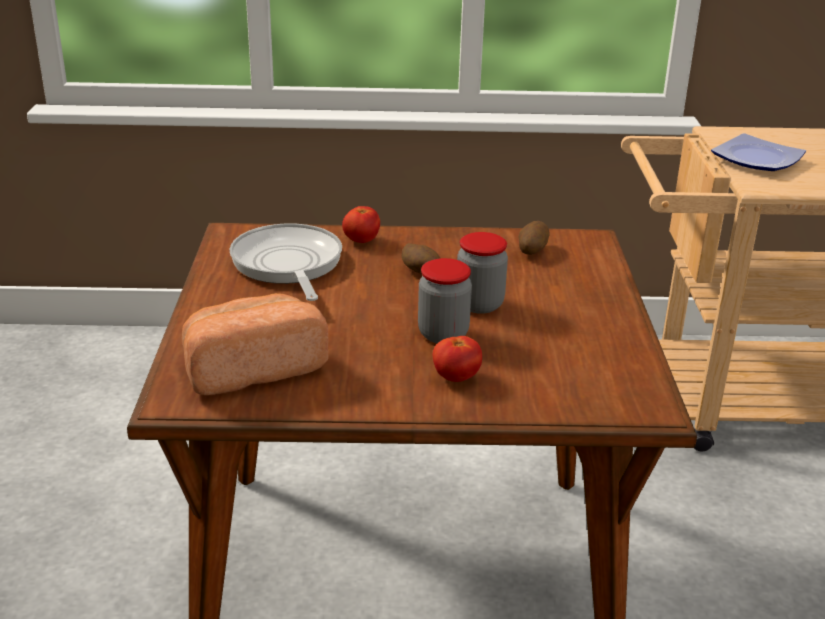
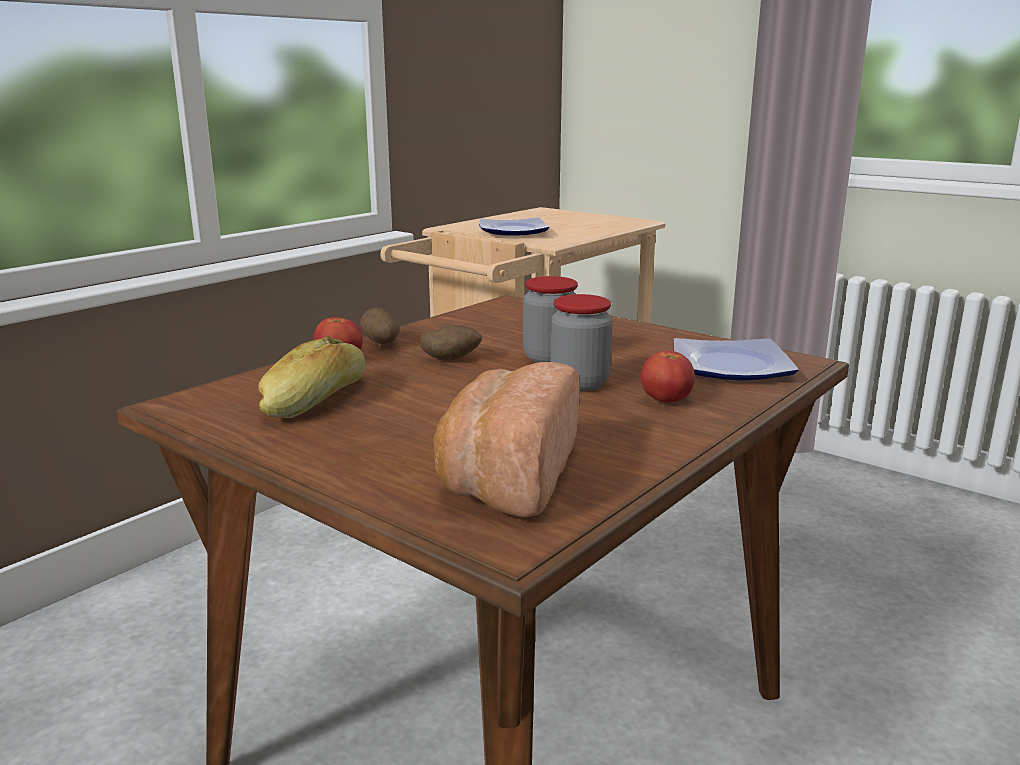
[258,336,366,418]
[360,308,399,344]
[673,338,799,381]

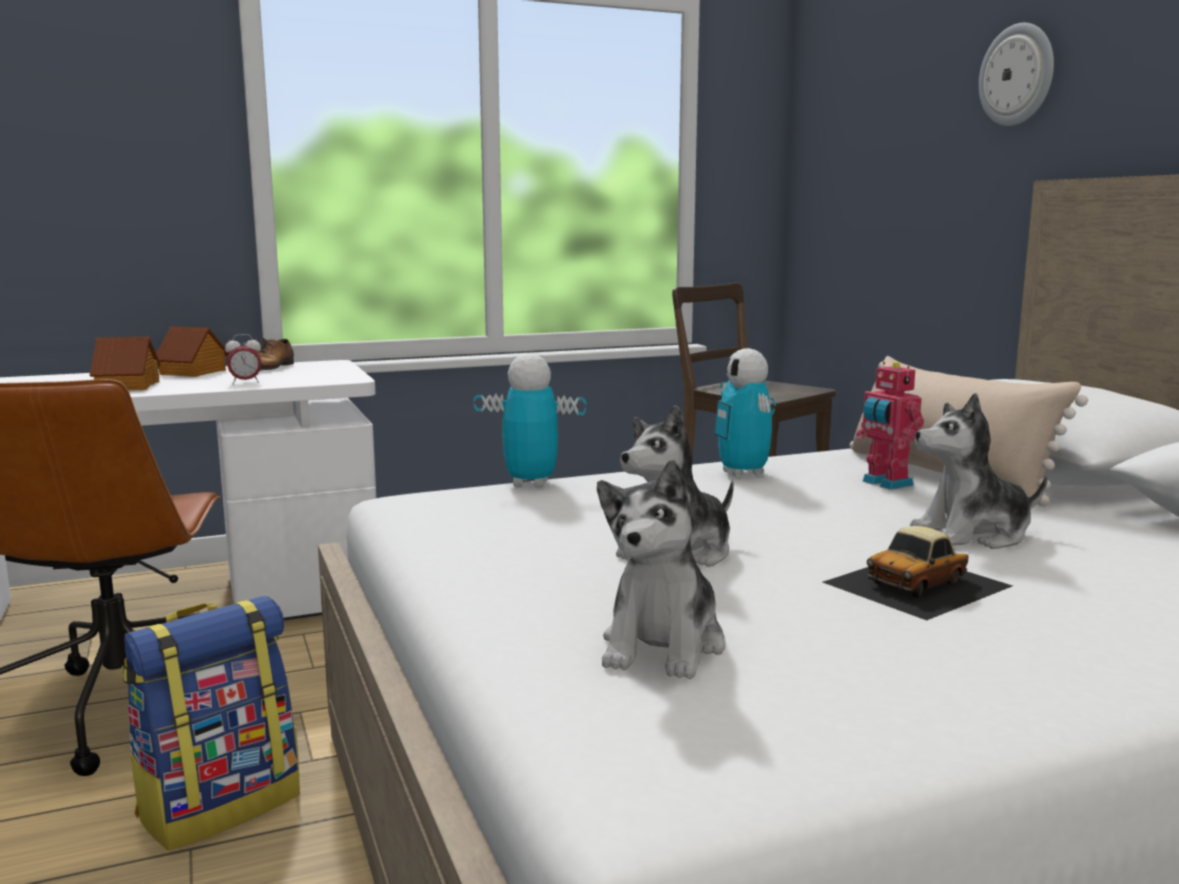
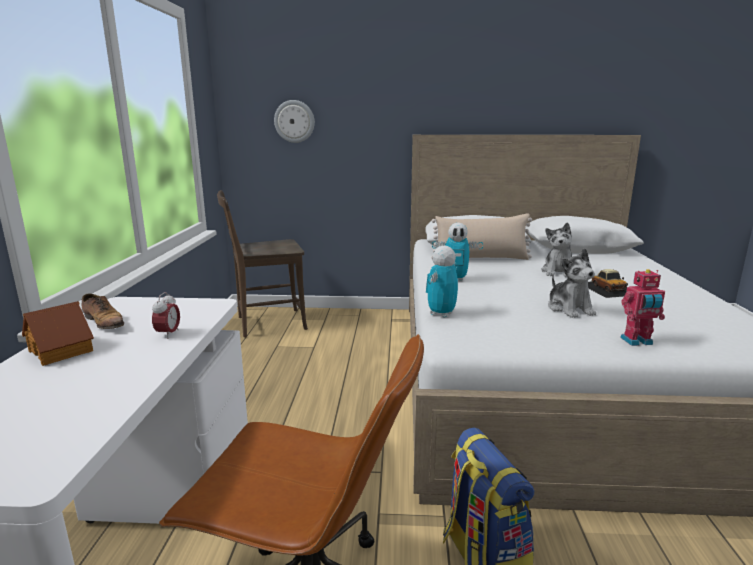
[90,337,161,390] (first image)
[597,460,726,679] (first image)
[620,269,665,346]
[274,100,315,143]

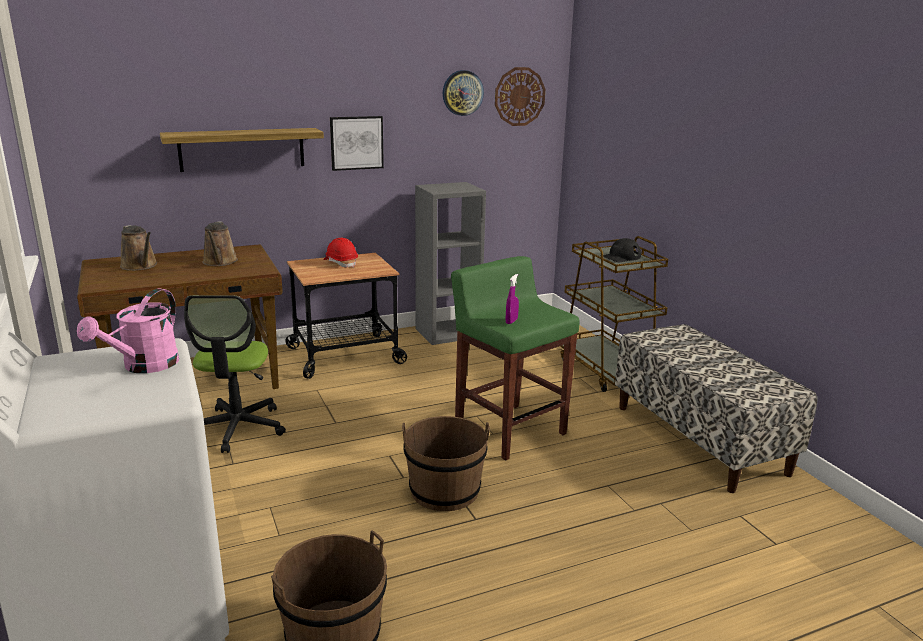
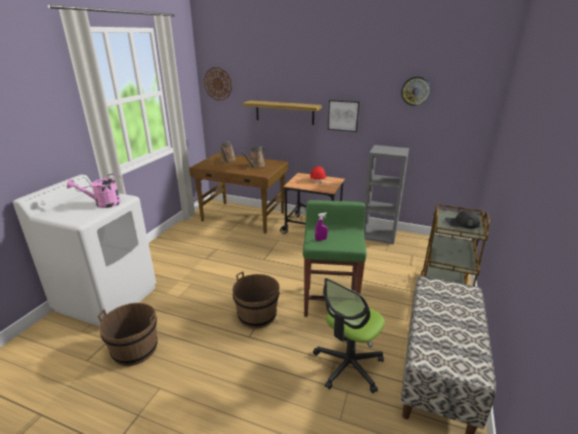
[313,278,385,393]
[204,67,232,101]

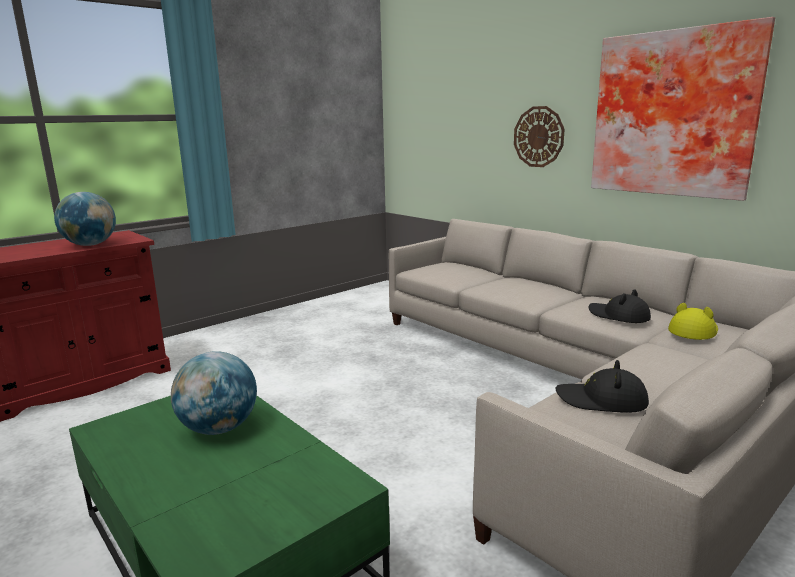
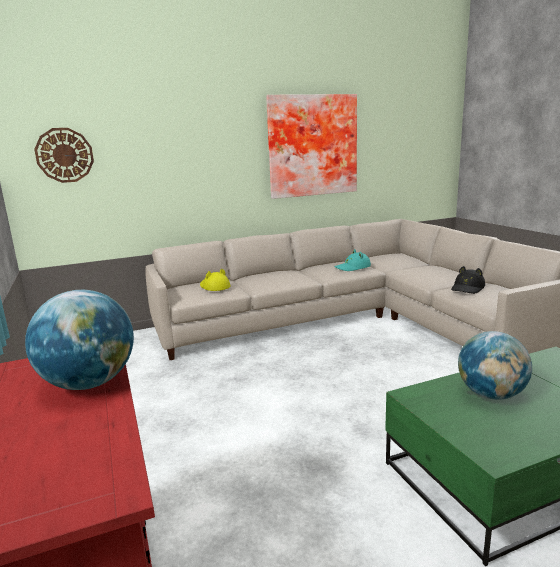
[34,128,94,183]
[335,249,371,271]
[200,269,230,291]

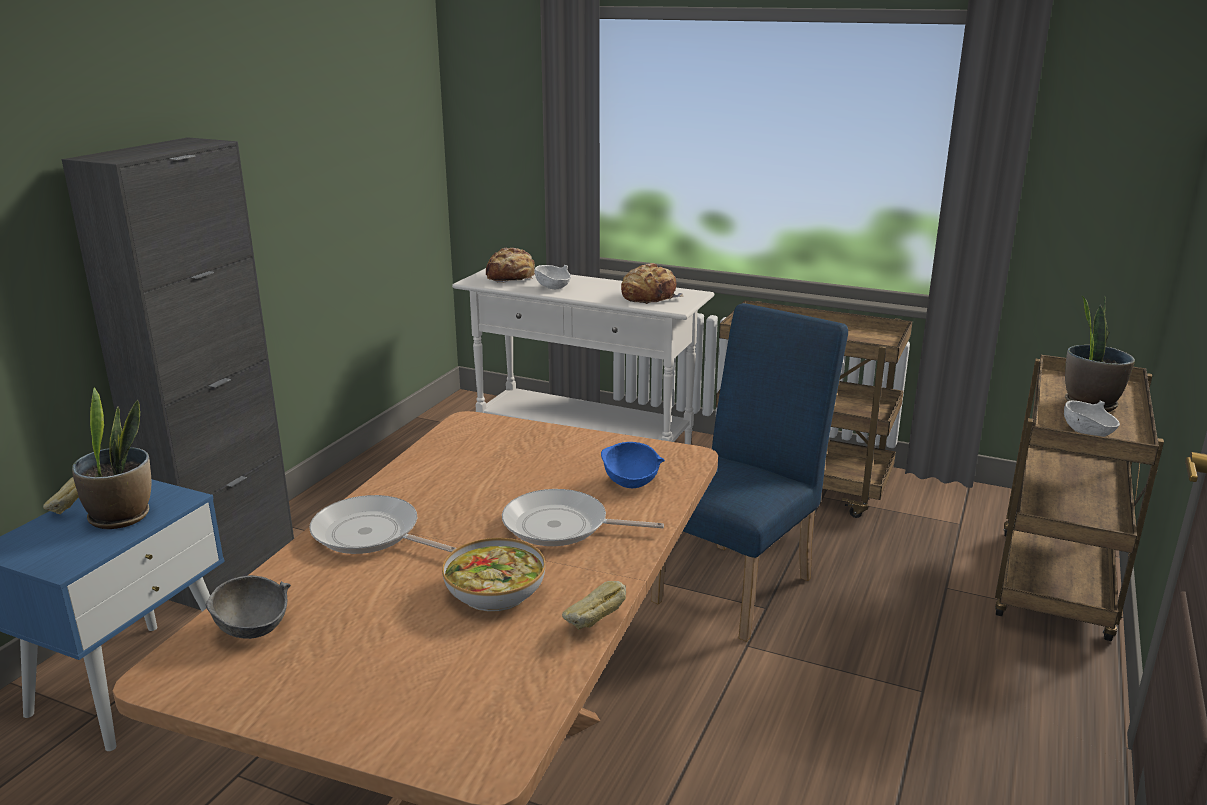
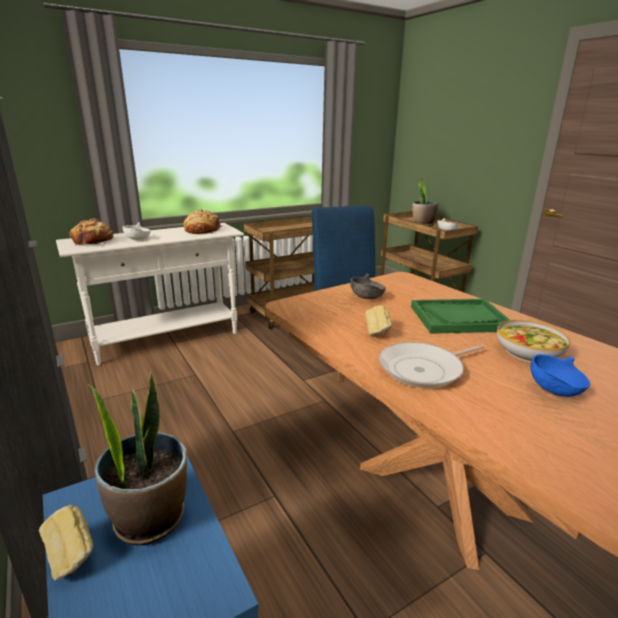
[350,274,386,299]
[411,299,510,334]
[365,305,392,338]
[531,354,590,397]

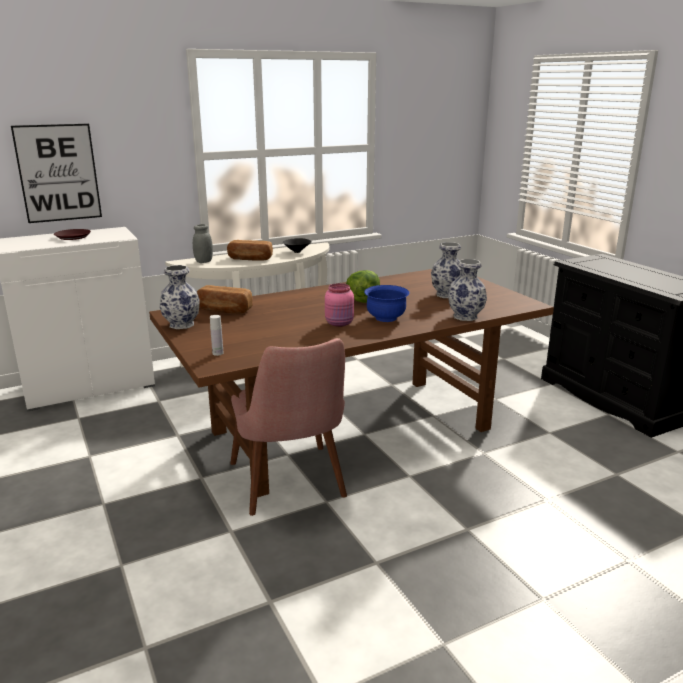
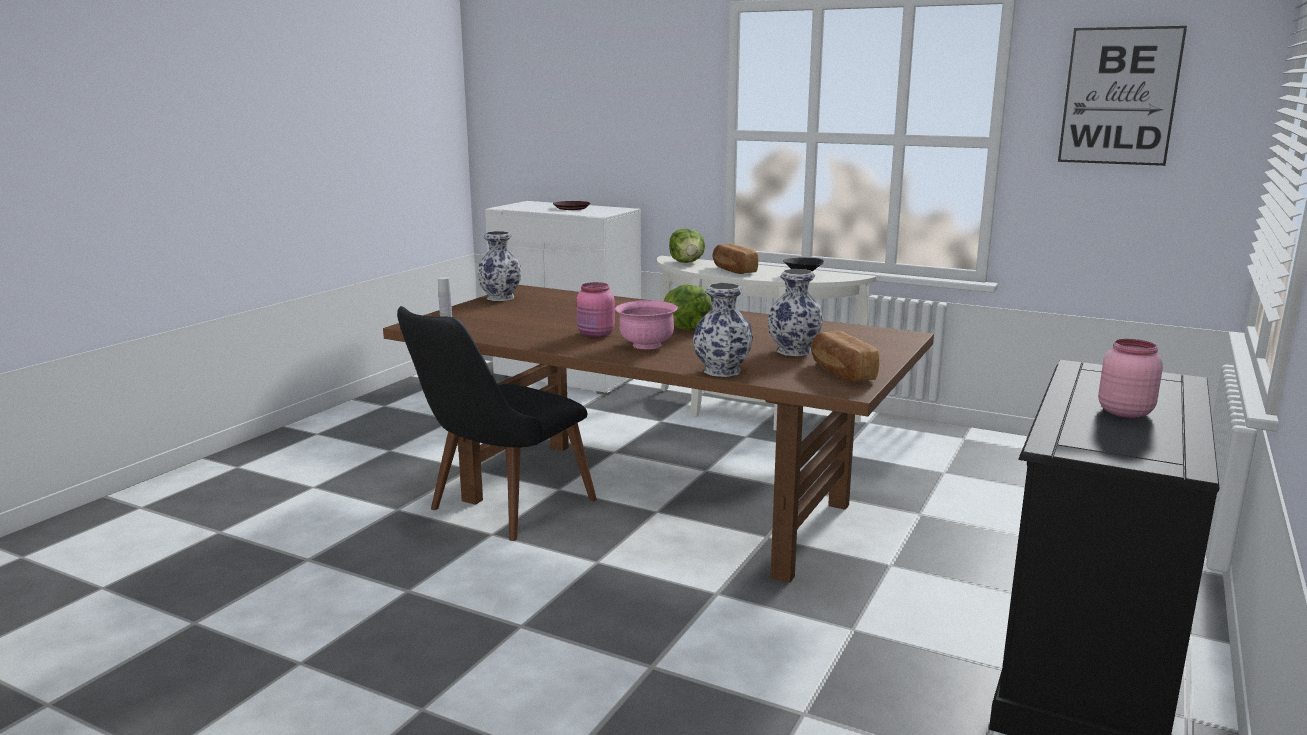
[1058,26,1187,166]
[669,229,705,263]
[811,330,880,382]
[397,306,597,541]
[615,300,678,349]
[1098,339,1163,418]

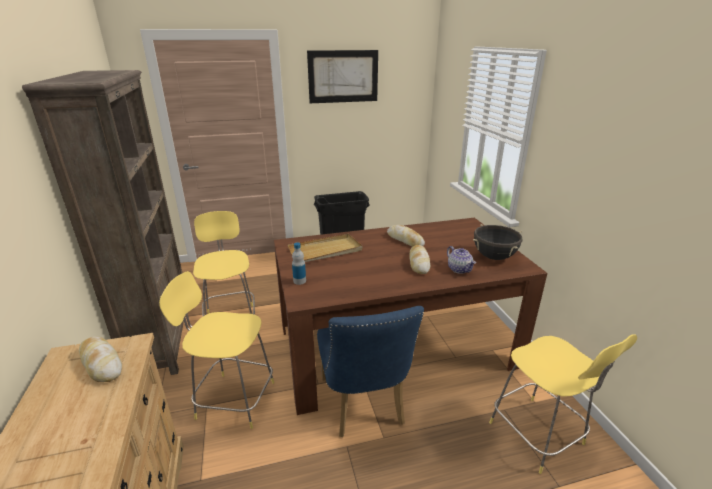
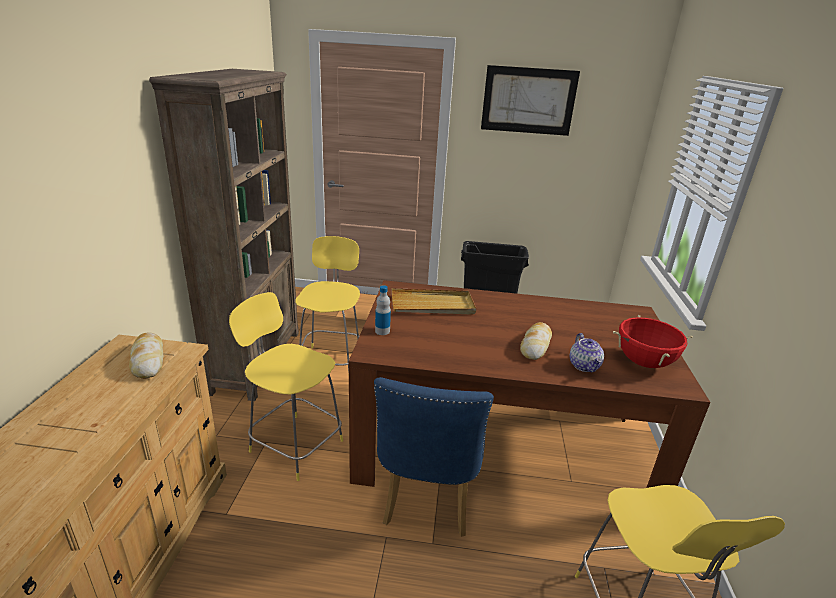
[387,225,425,247] (first image)
[613,315,693,368]

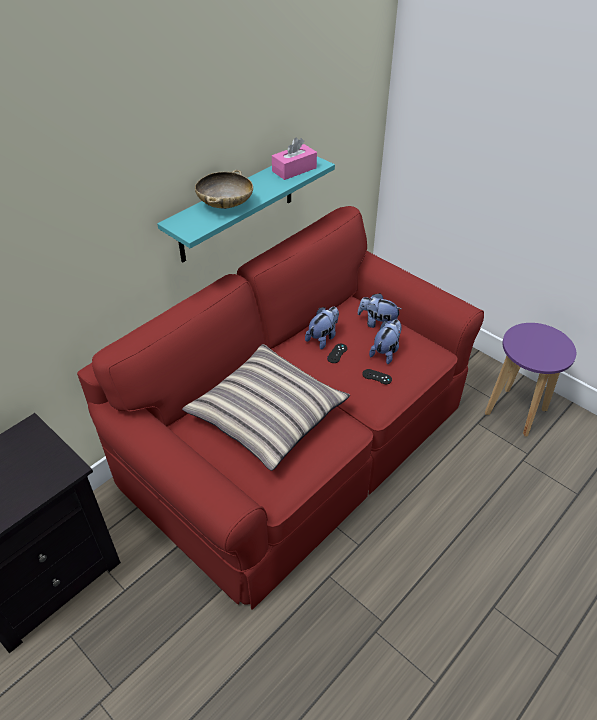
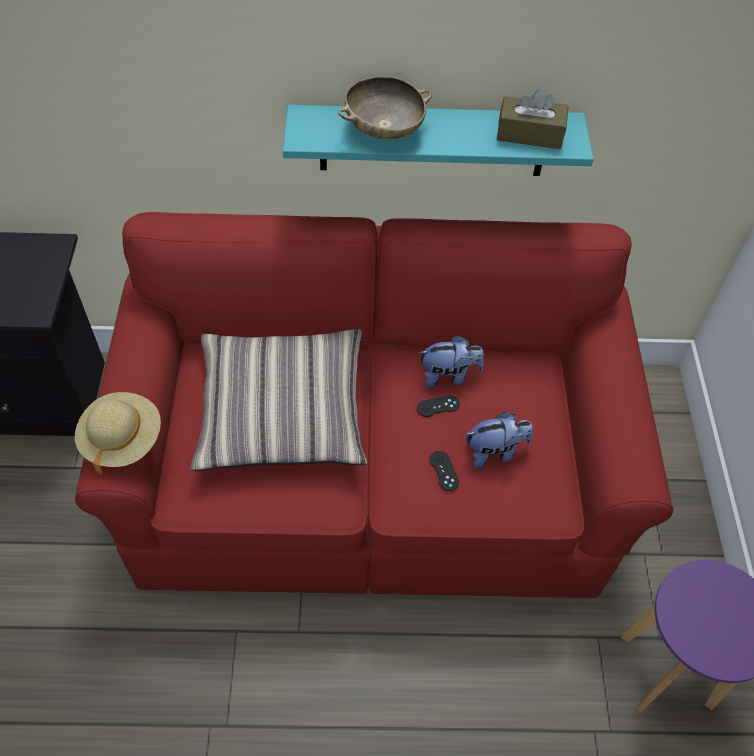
[497,89,568,149]
[358,293,401,328] (first image)
[75,392,161,474]

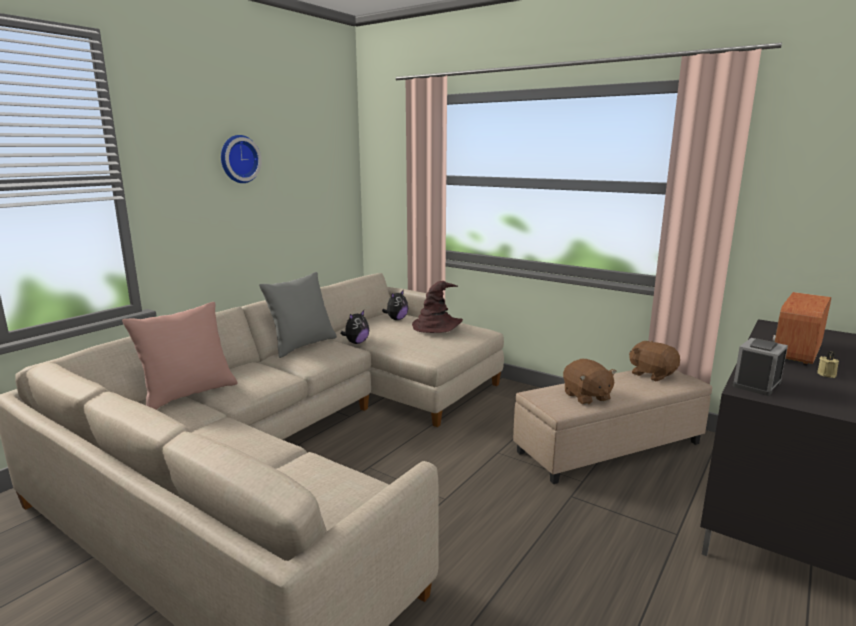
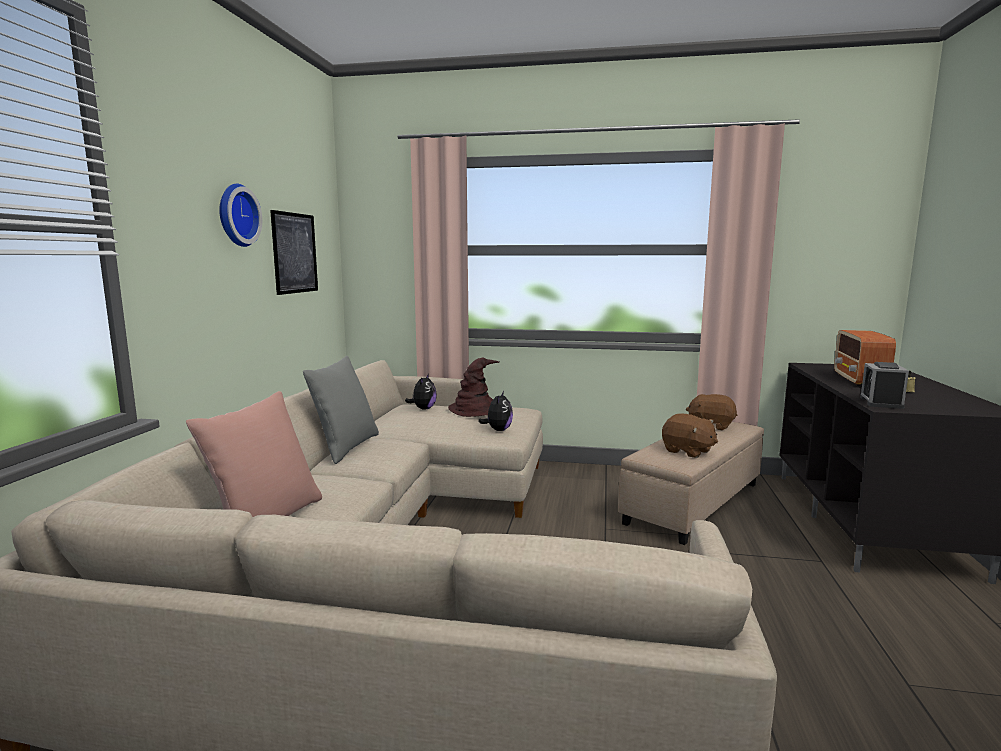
[478,391,513,431]
[270,210,318,295]

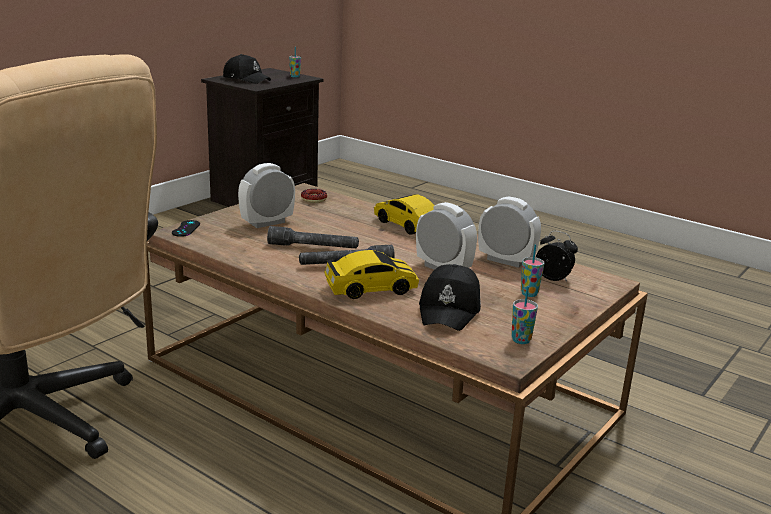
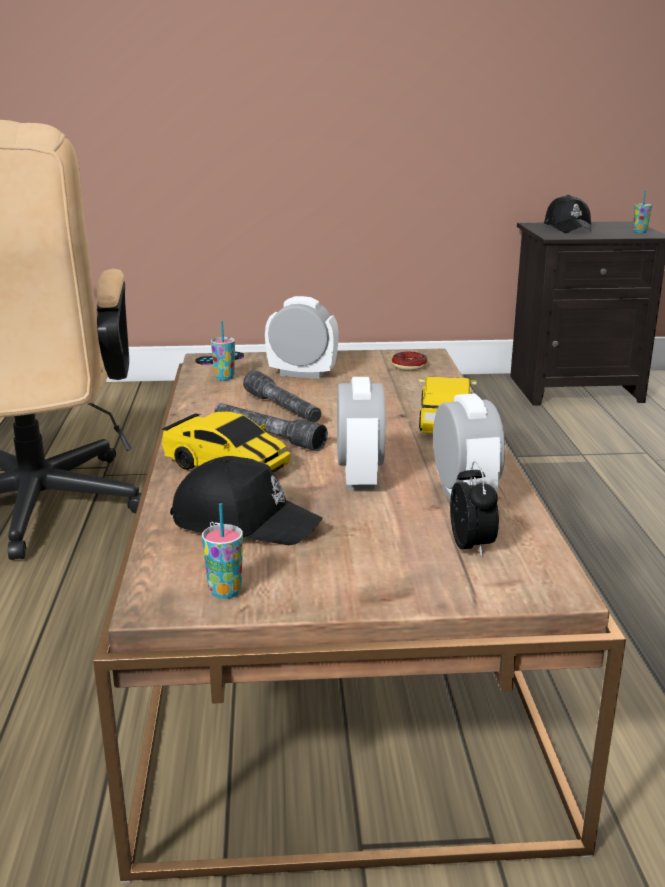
[170,456,323,545]
[211,321,235,381]

